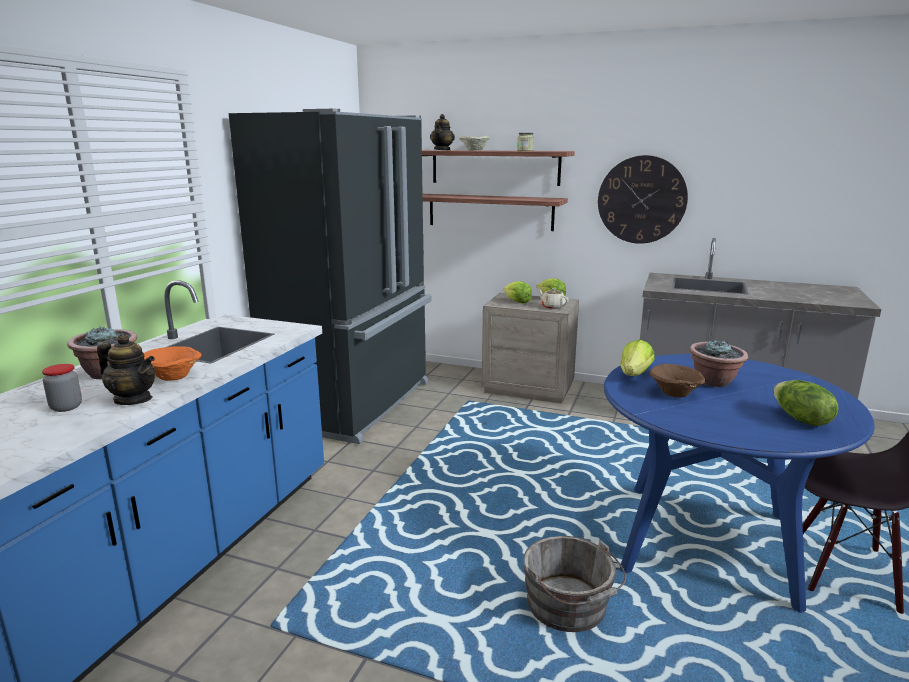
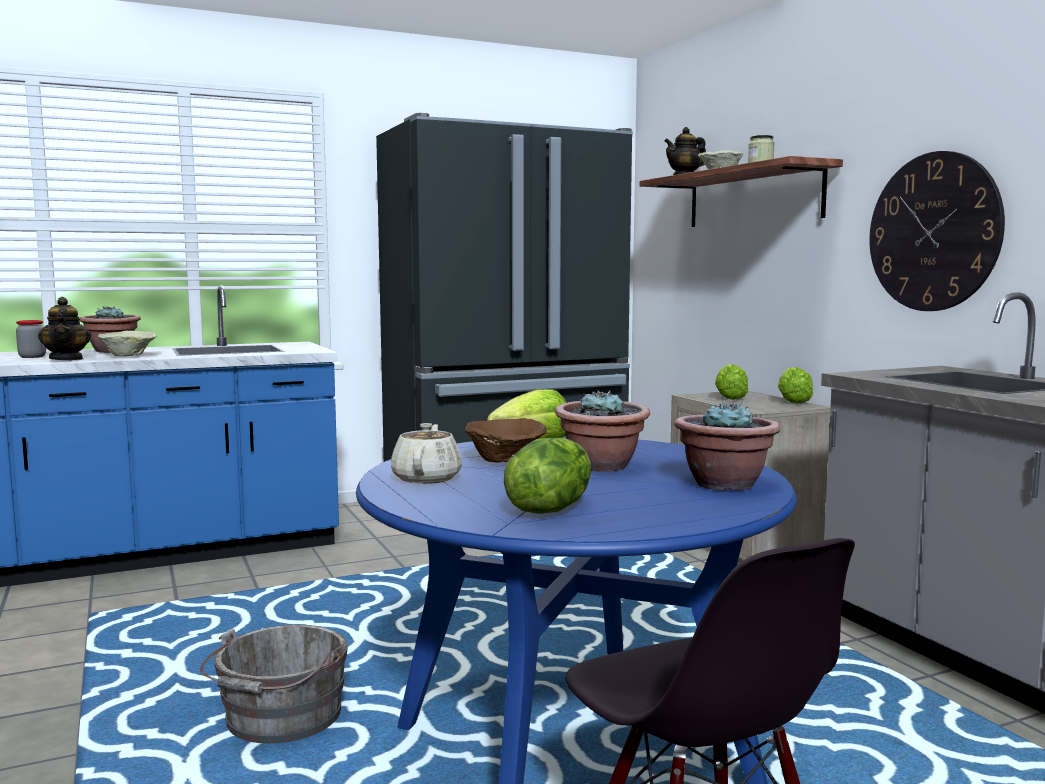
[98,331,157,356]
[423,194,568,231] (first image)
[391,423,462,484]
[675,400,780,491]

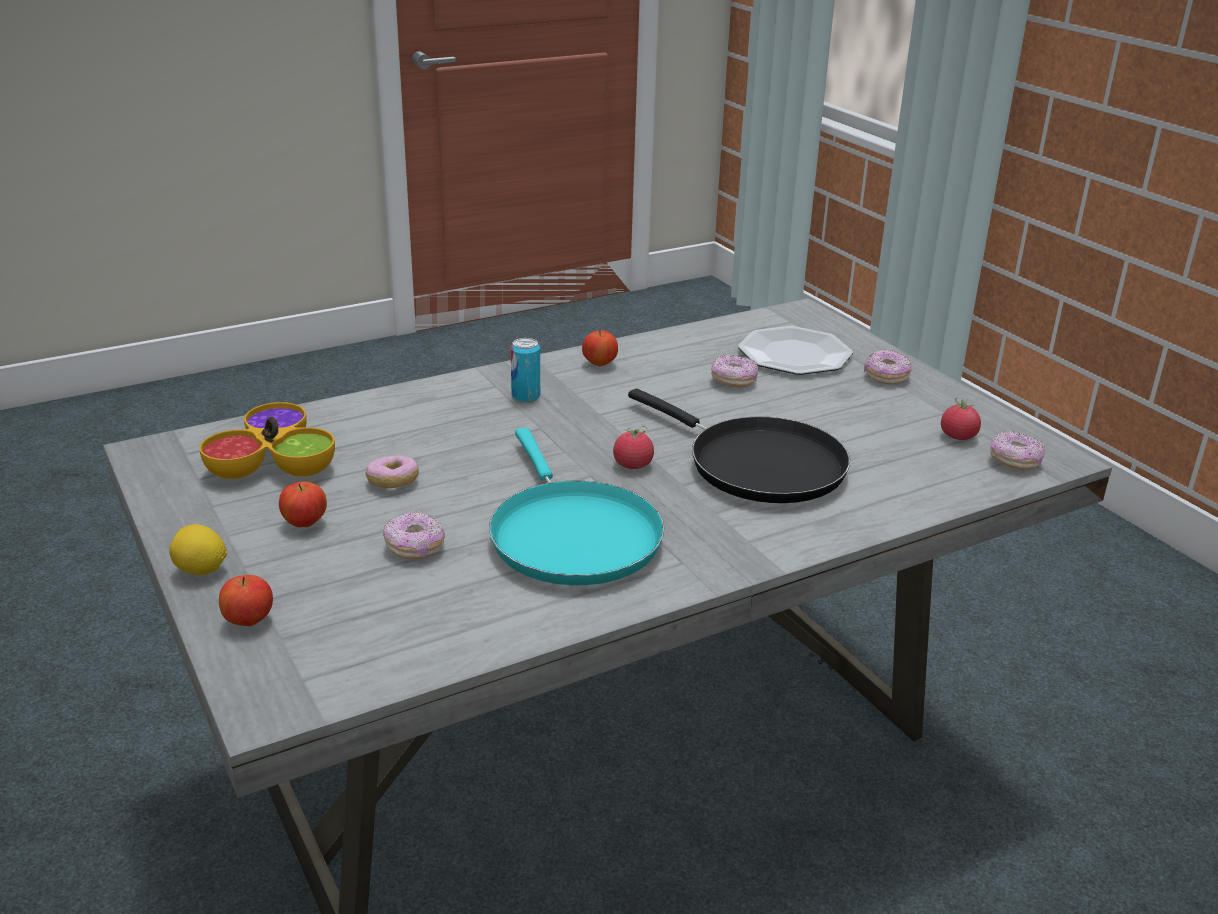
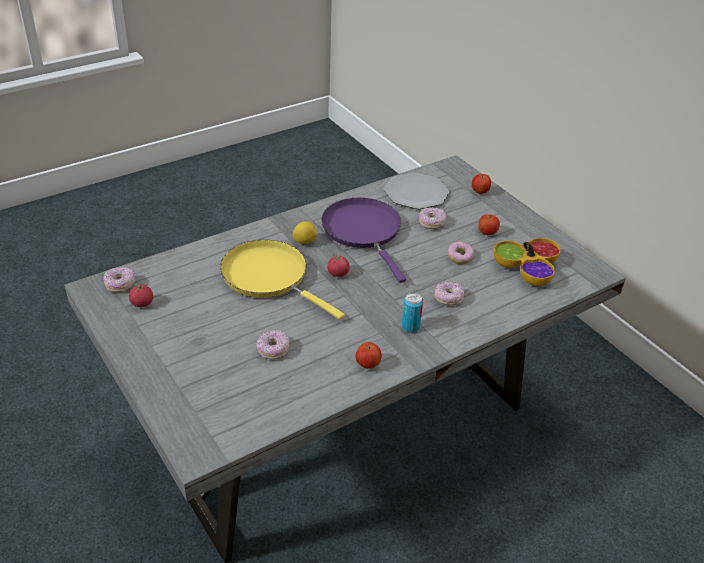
[293,221,317,244]
[322,198,406,283]
[220,240,345,320]
[384,173,449,209]
[434,282,465,305]

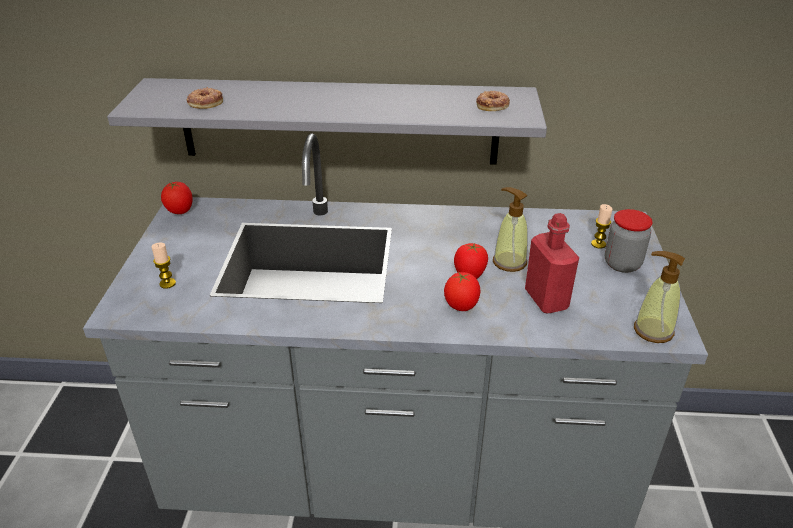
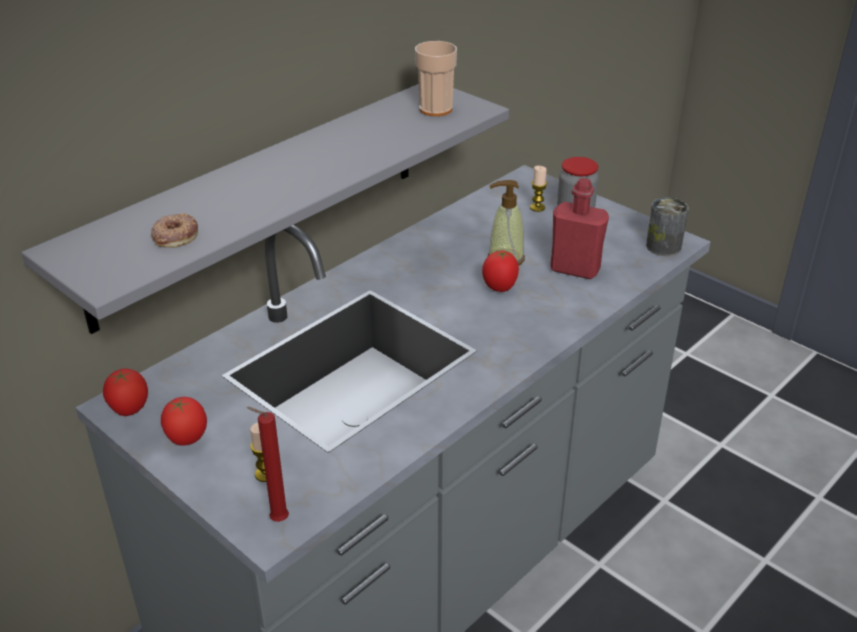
[161,397,207,446]
[415,41,457,116]
[646,197,689,256]
[246,407,289,522]

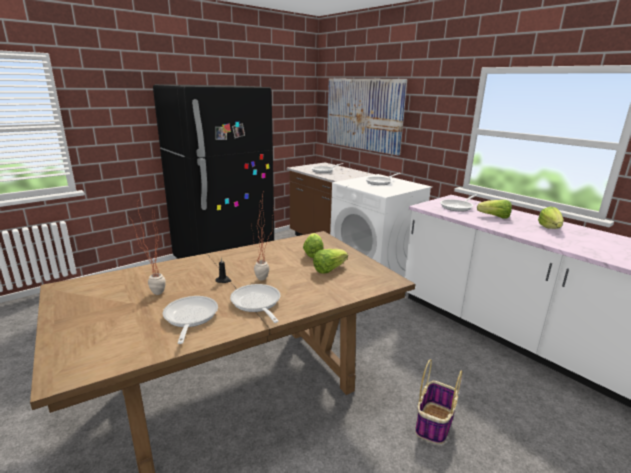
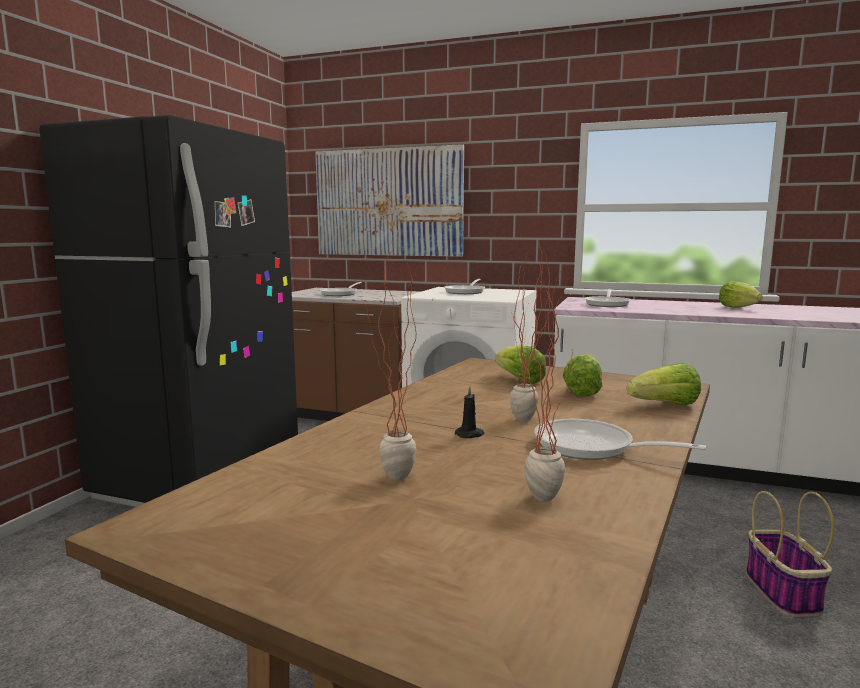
[520,249,572,502]
[627,363,701,405]

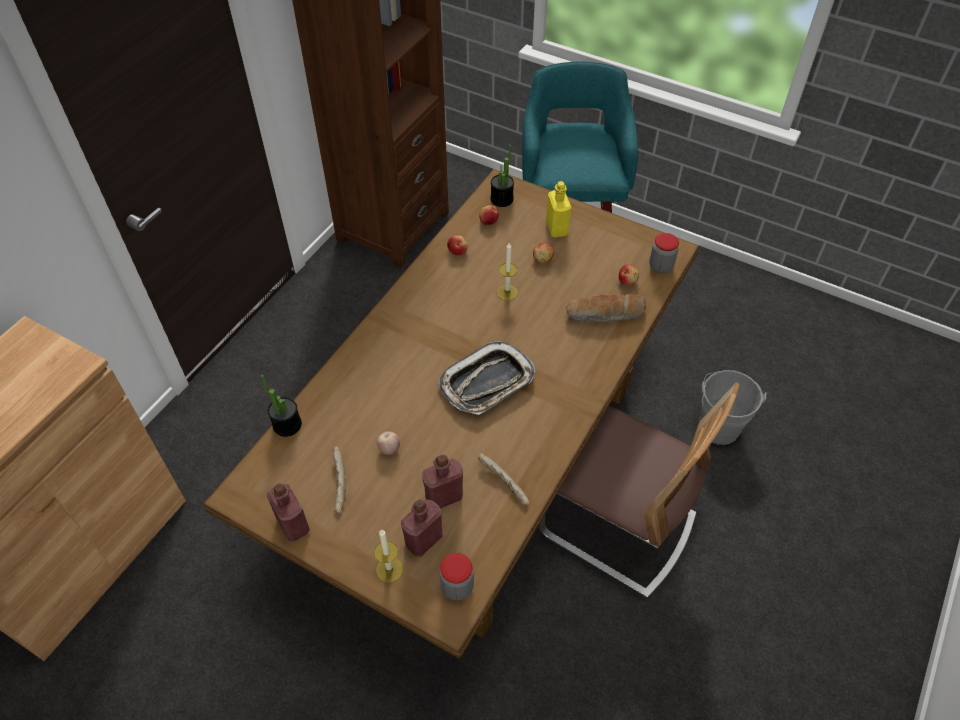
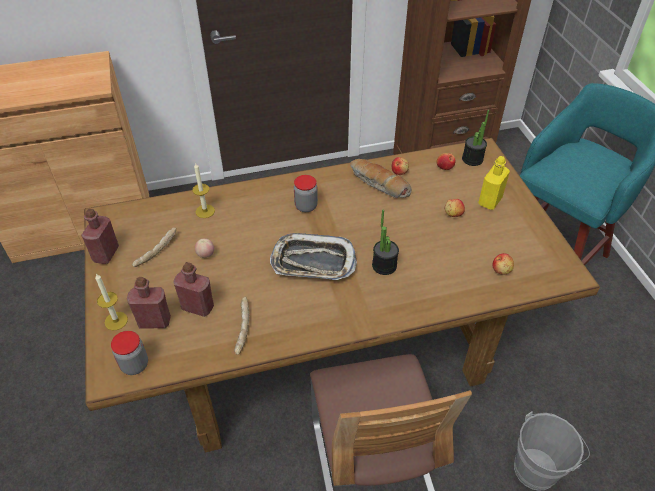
[372,210,399,275]
[192,162,215,218]
[350,159,412,198]
[294,175,318,212]

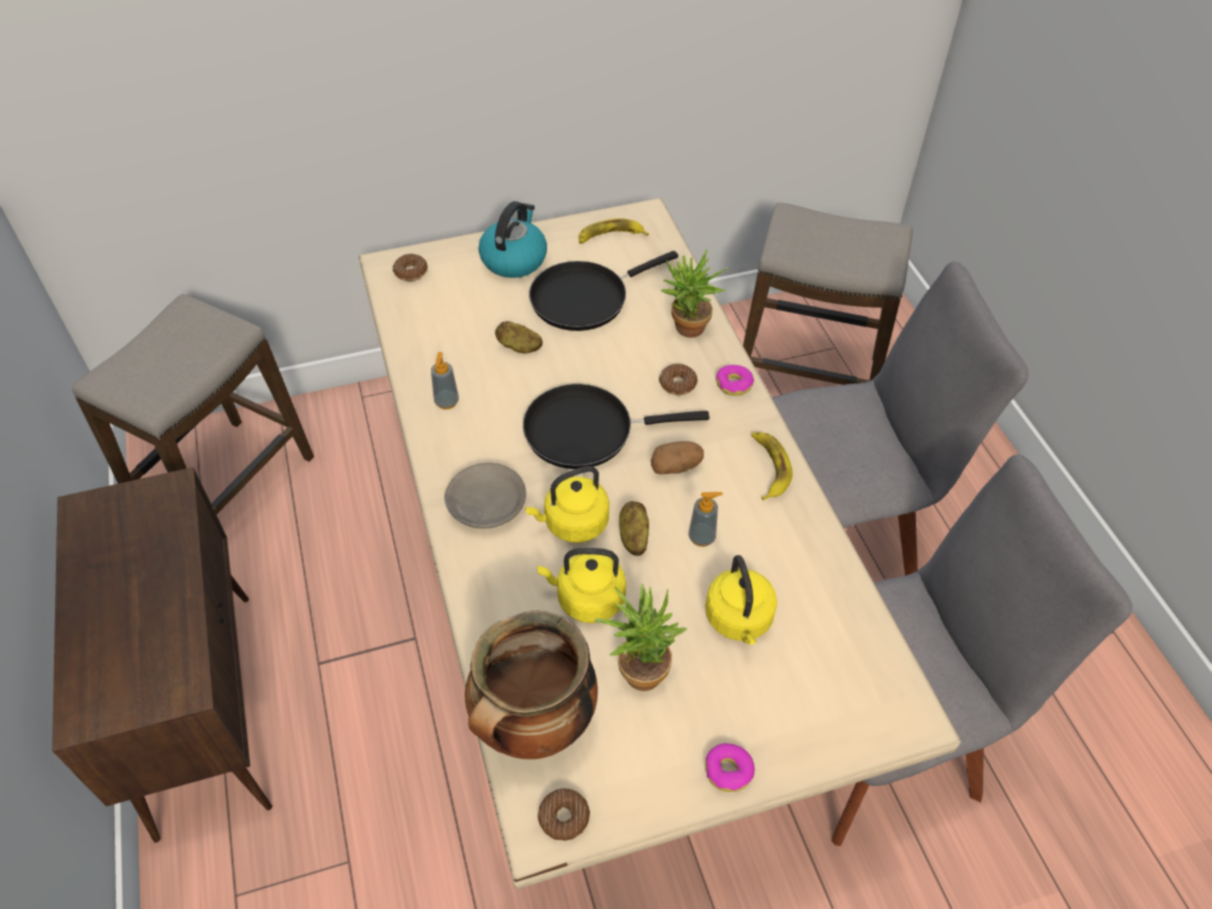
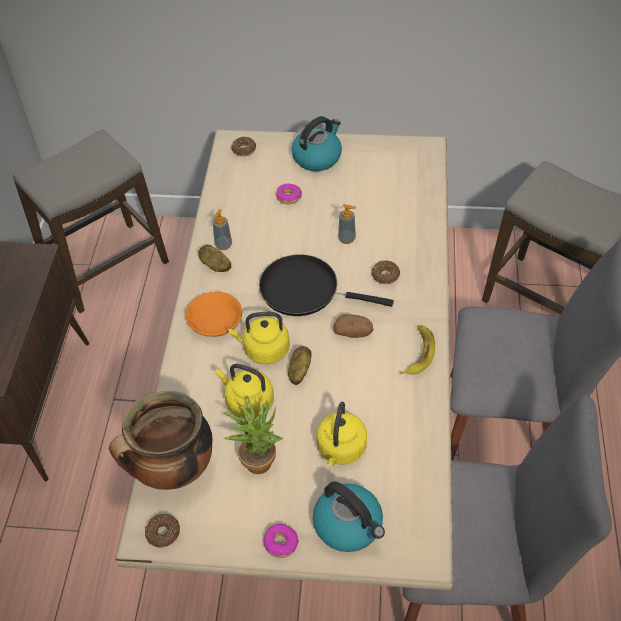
[185,292,242,337]
[198,245,231,272]
[529,251,678,331] (first image)
[579,218,649,244] (first image)
[661,249,729,338] (first image)
[338,204,356,244]
[276,184,302,205]
[313,481,385,552]

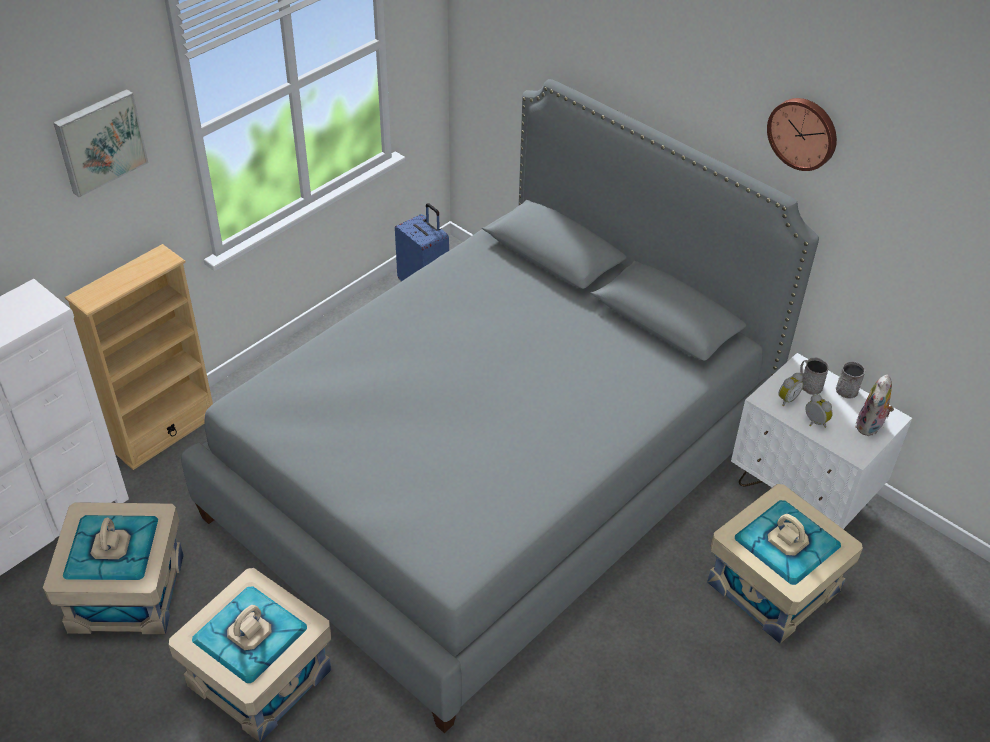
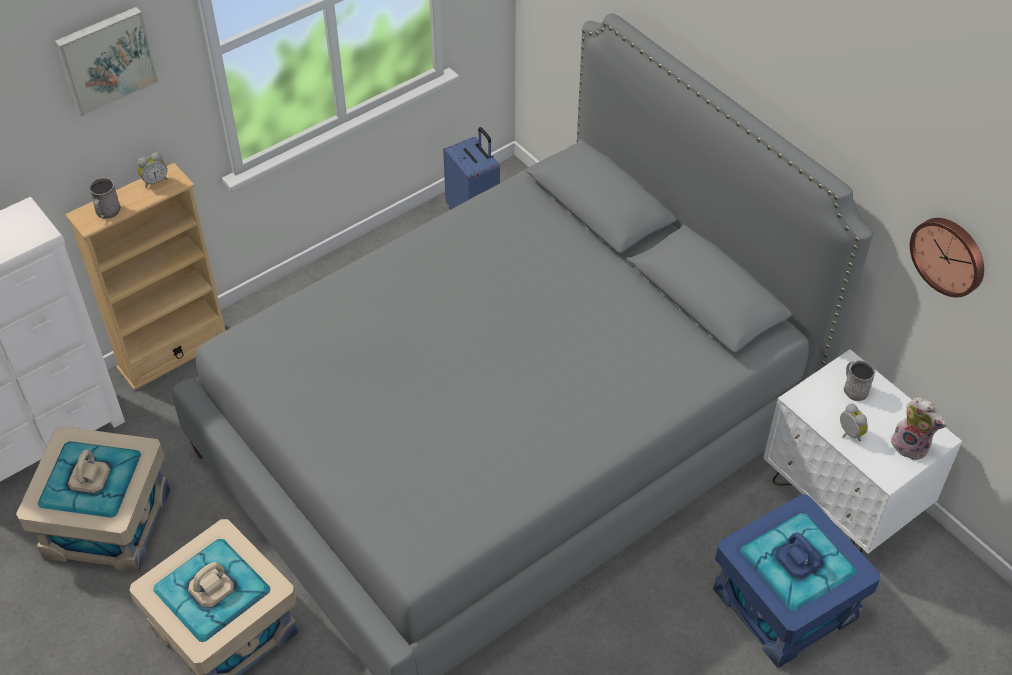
[713,494,880,668]
[910,218,984,297]
[138,152,168,188]
[89,177,121,219]
[891,397,946,461]

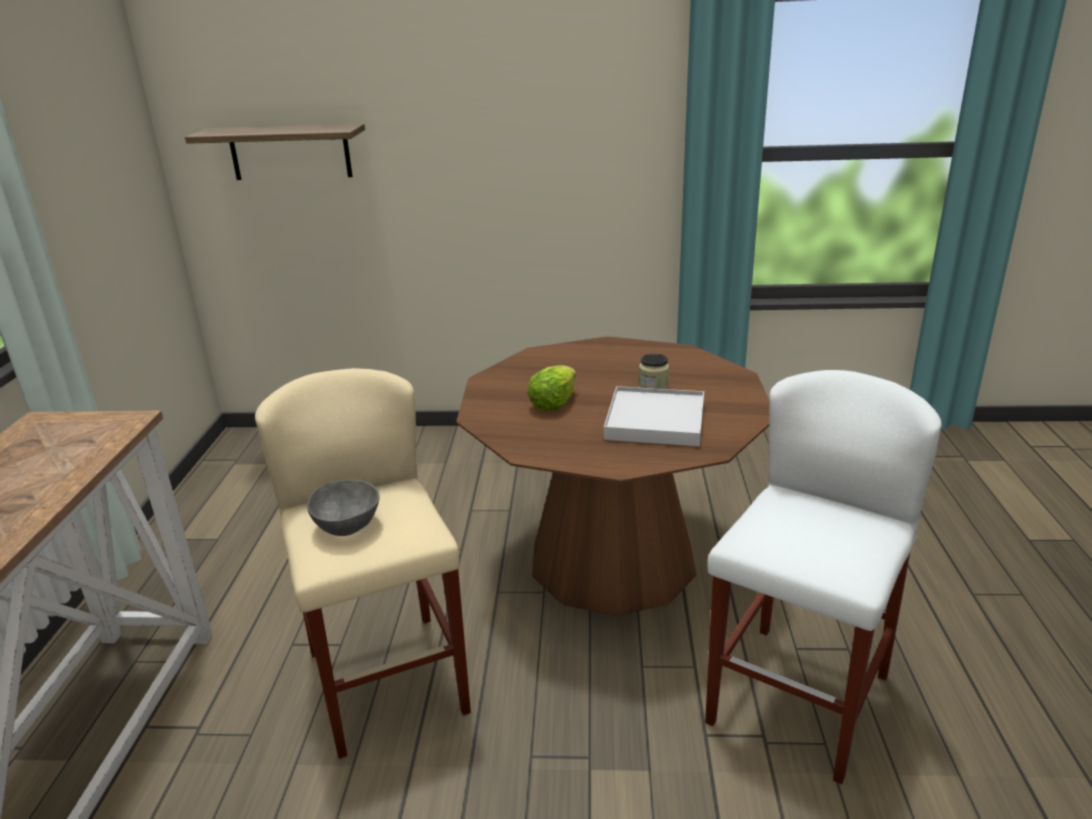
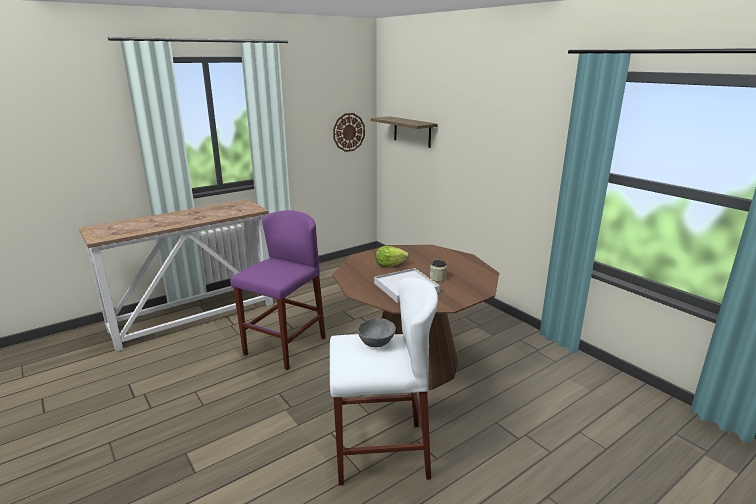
[230,210,326,370]
[358,318,396,347]
[333,113,365,152]

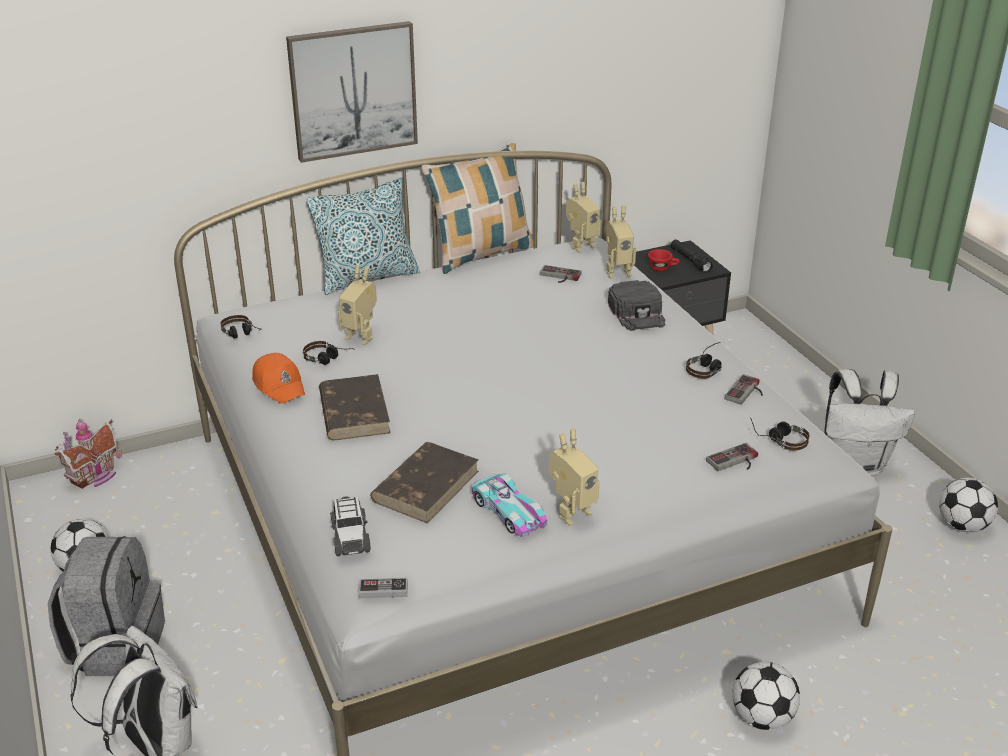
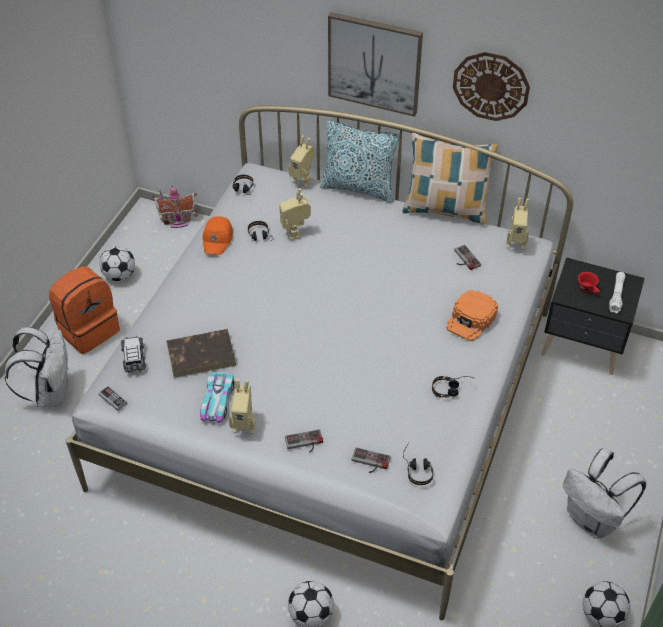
[49,266,120,354]
[319,374,390,440] (first image)
[121,336,146,373]
[289,136,314,188]
[446,290,498,341]
[609,272,625,314]
[285,429,323,453]
[453,52,530,121]

